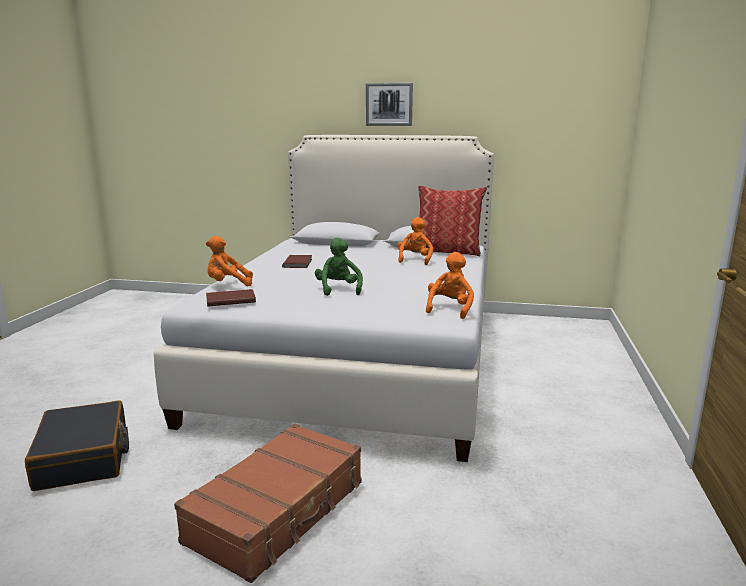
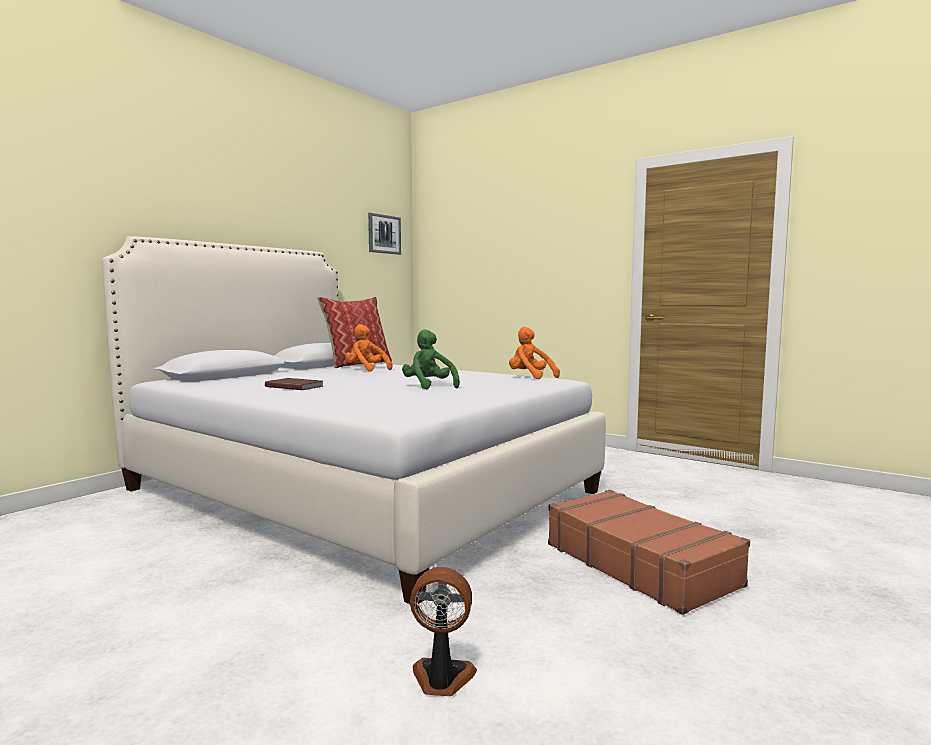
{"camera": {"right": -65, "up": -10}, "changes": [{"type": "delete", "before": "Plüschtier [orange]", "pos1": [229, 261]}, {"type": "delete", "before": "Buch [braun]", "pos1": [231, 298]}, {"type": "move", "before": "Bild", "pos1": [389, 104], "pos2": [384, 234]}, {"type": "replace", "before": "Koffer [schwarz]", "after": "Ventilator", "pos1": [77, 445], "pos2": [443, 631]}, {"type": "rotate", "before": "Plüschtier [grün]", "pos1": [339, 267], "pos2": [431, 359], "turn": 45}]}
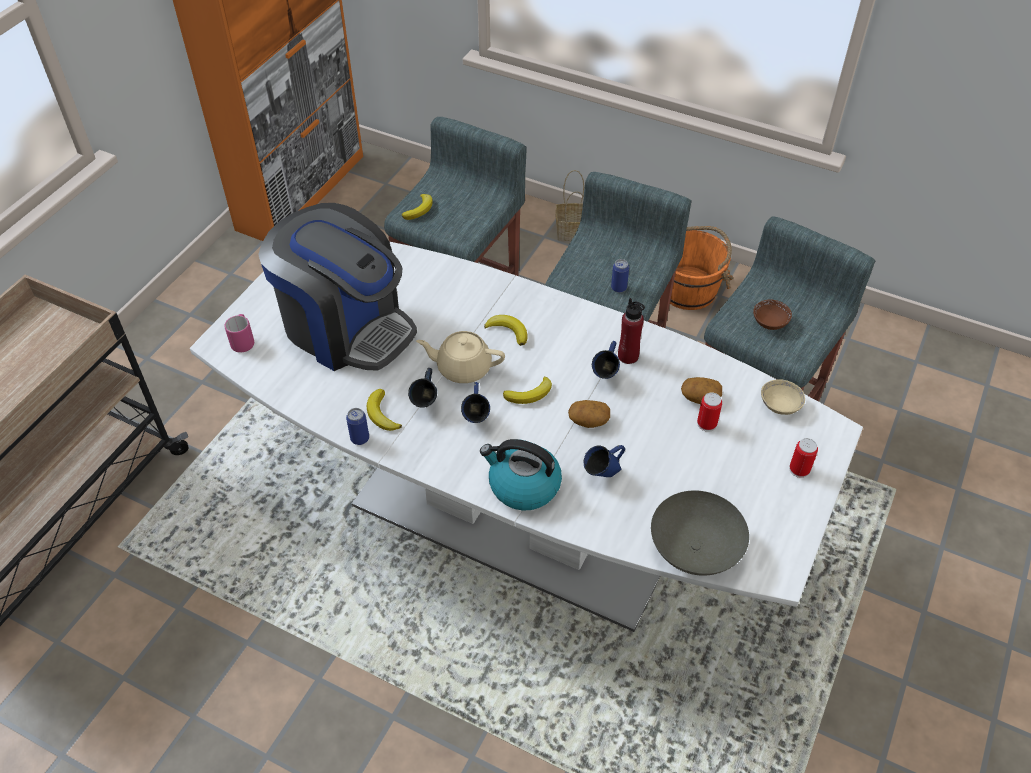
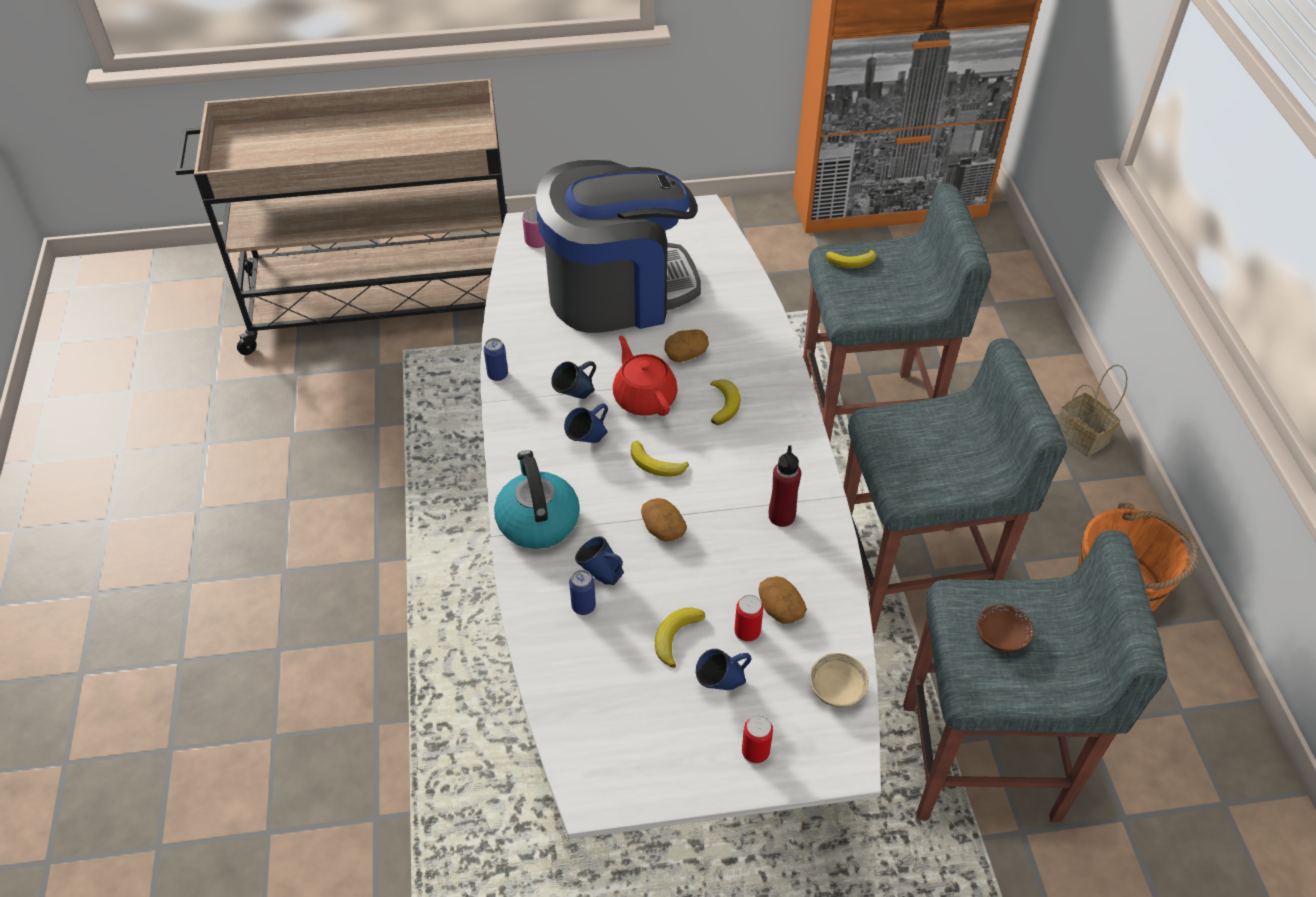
{"camera": {"right": 55, "up": 0}, "changes": [{"type": "delete", "before": "Schüssel [grau]", "pos1": [700, 533]}, {"type": "insert", "after": "Kartoffel", "pos2": [686, 345]}, {"type": "move", "before": "Banane", "pos1": [384, 410], "pos2": [680, 638]}, {"type": "move", "before": "Henkelbecher [blau]", "pos1": [606, 360], "pos2": [723, 669]}, {"type": "move", "before": "Dose", "pos1": [620, 276], "pos2": [582, 592]}, {"type": "recolor", "before": "Teekanne [beige]", "after": "Teekanne [rot]", "pos1": [460, 357], "pos2": [645, 376]}, {"type": "rotate", "before": "Kaffeemaschine", "pos1": [337, 287], "pos2": [618, 246], "turn": -105}]}
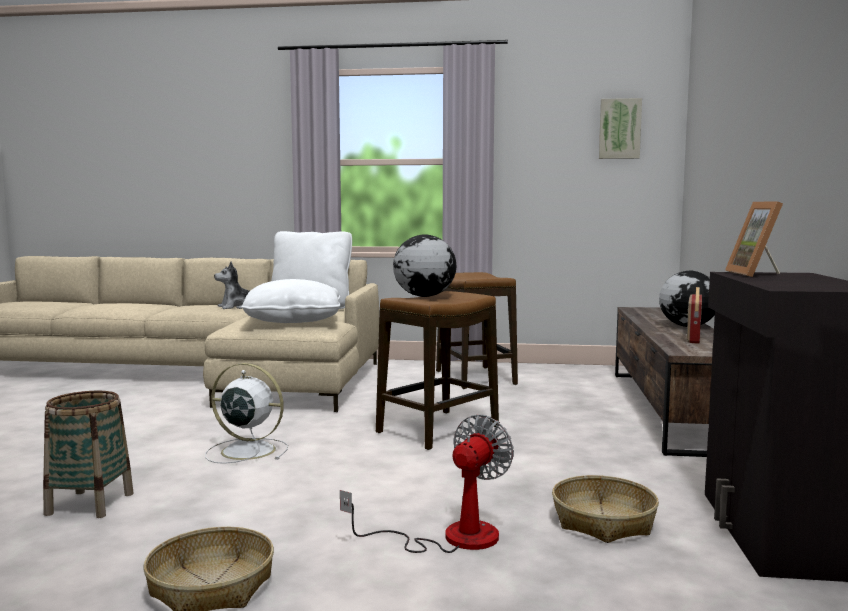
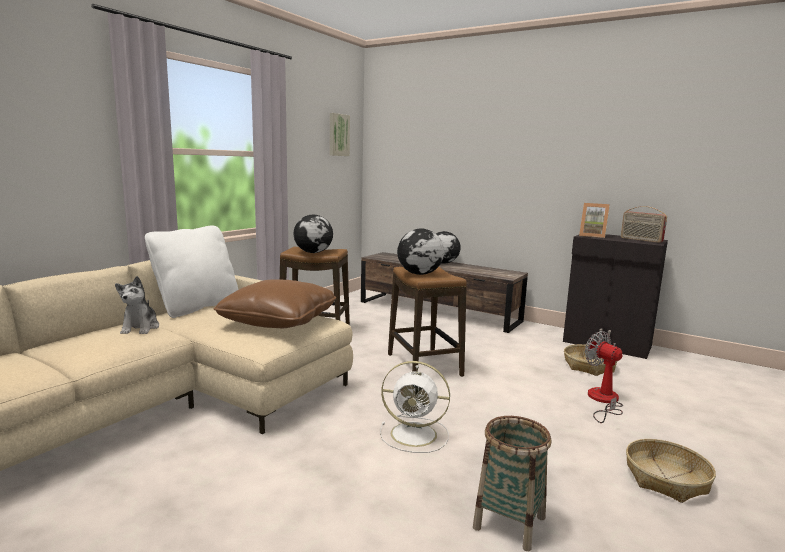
{"camera": {"right": -65, "up": 5}, "changes": [{"type": "insert", "after": "Globus", "pos2": [313, 233]}, {"type": "move", "before": "Radio", "pos1": [694, 315], "pos2": [644, 224]}, {"type": "recolor", "before": "Kissen [weiß]", "after": "Kissen [braun]", "pos1": [290, 301], "pos2": [275, 303]}, {"type": "rotate", "before": "Ventilator [weiß]", "pos1": [246, 413], "pos2": [415, 407], "turn": -120}]}
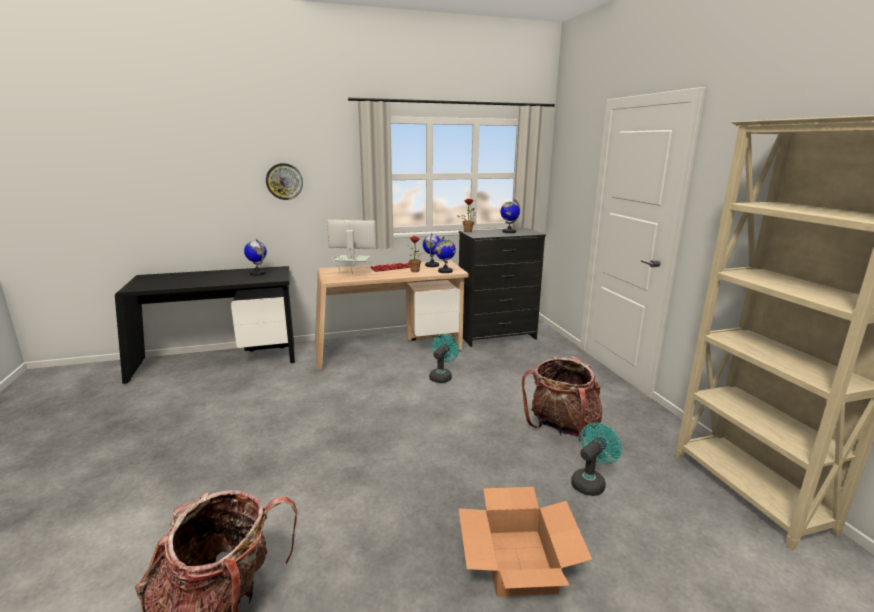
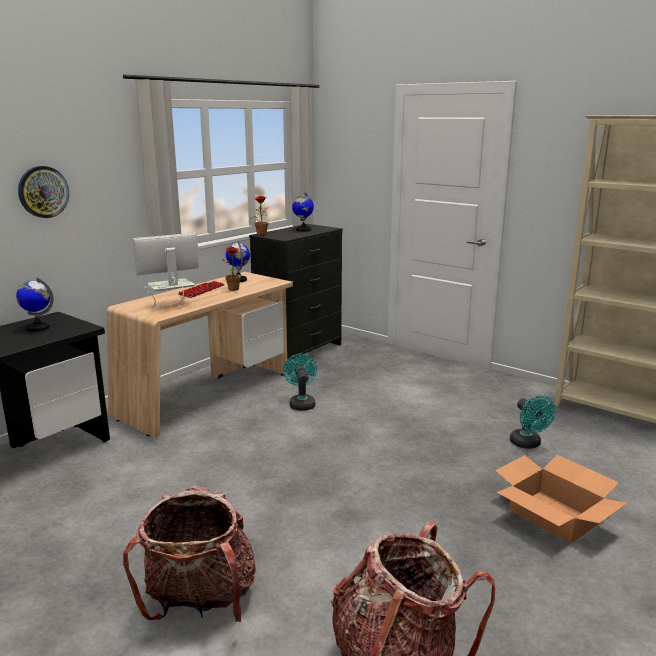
{"camera": {"right": -35, "up": 0}, "changes": [{"type": "delete", "before": "Globus", "pos1": [445, 254]}, {"type": "move", "before": "Rucksack", "pos1": [562, 399], "pos2": [189, 553]}, {"type": "rotate", "before": "Ventilator [türkis]", "pos1": [596, 459], "pos2": [533, 422], "turn": 150}]}
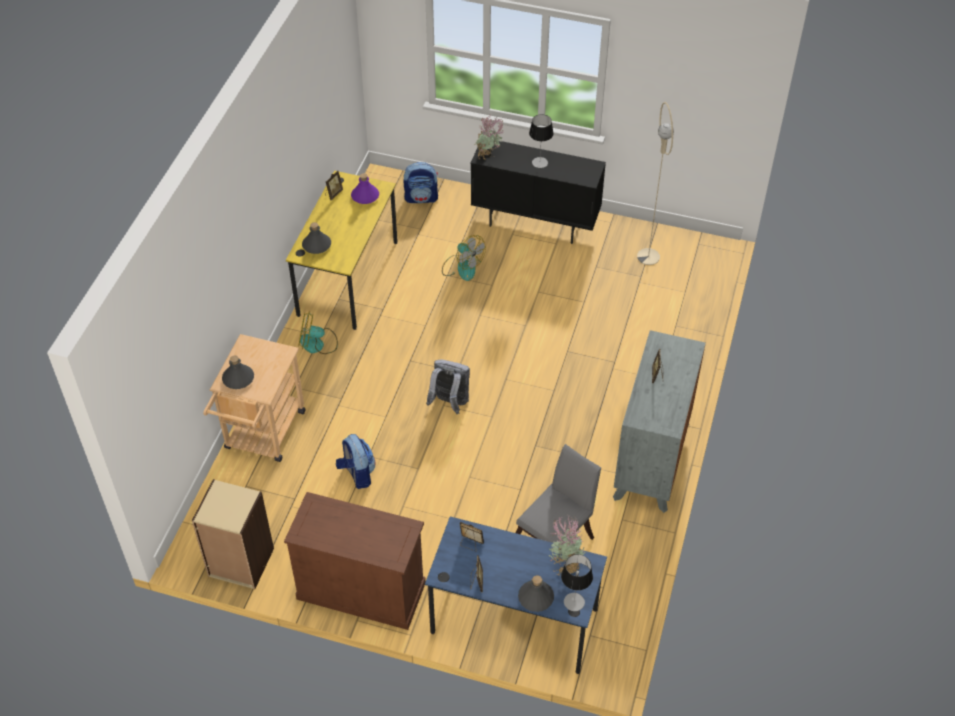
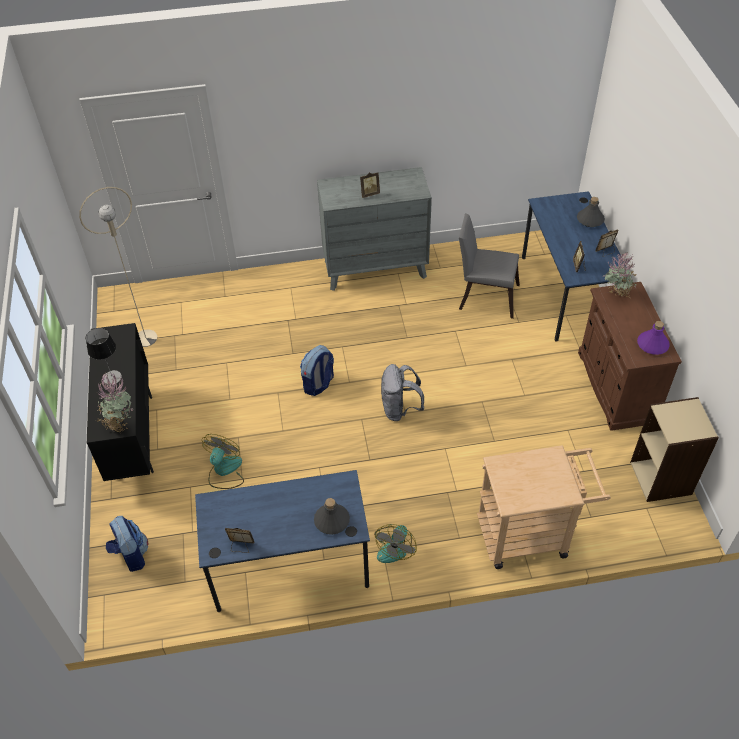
{"camera": {"right": -115, "up": 0}, "changes": [{"type": "delete", "before": "Flasche [grau]", "pos1": [238, 372]}, {"type": "delete", "before": "Tischlampe", "pos1": [577, 582]}, {"type": "move", "before": "Rucksack", "pos1": [355, 461], "pos2": [317, 370]}, {"type": "move", "before": "Flasche [lila]", "pos1": [365, 188], "pos2": [653, 338]}, {"type": "move", "before": "Topfpflanze", "pos1": [567, 545], "pos2": [620, 275]}, {"type": "recolor", "before": "Schreibtisch [gelb]", "after": "Schreibtisch [blau]", "pos1": [342, 250], "pos2": [282, 541]}, {"type": "rotate", "before": "Ventilator", "pos1": [318, 332], "pos2": [395, 543], "turn": 45}]}
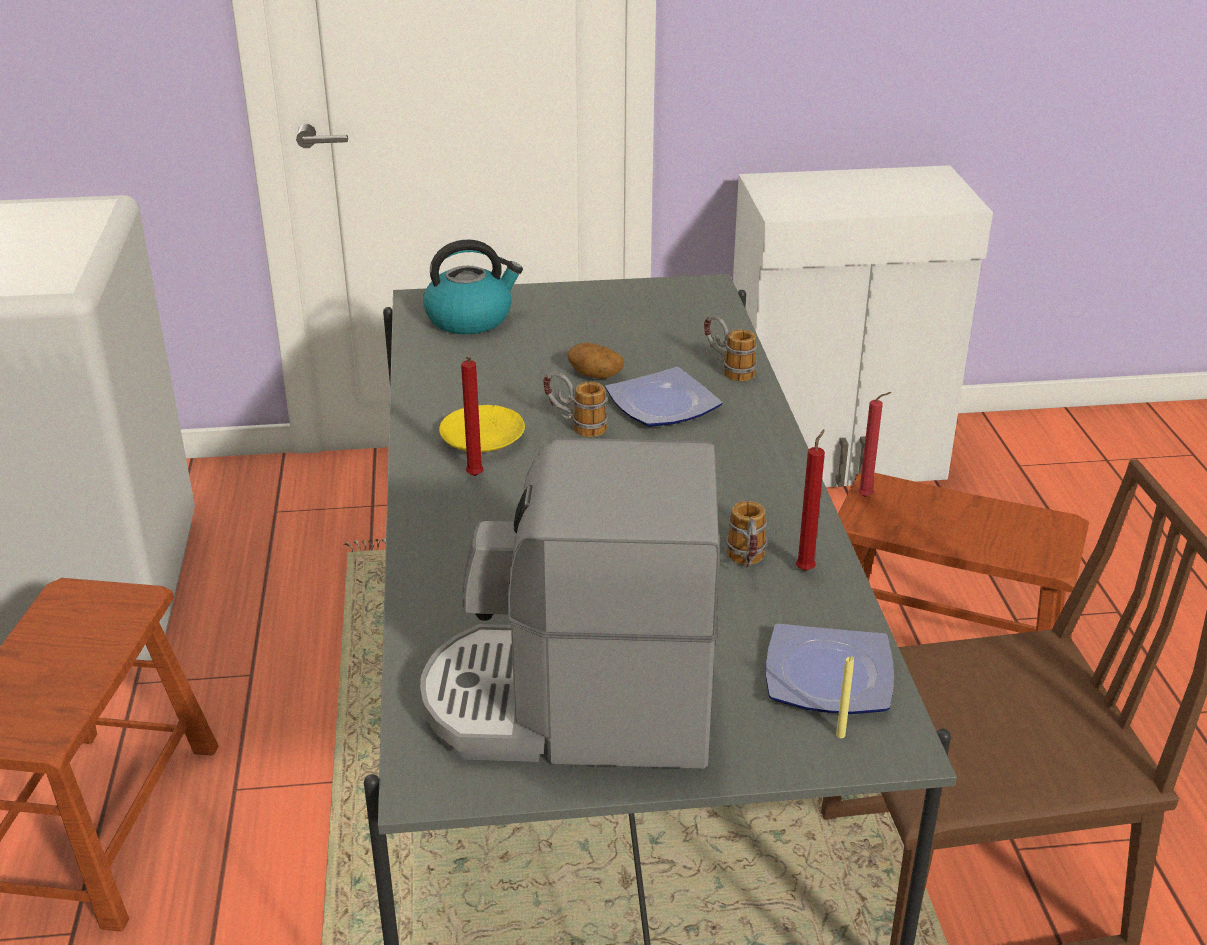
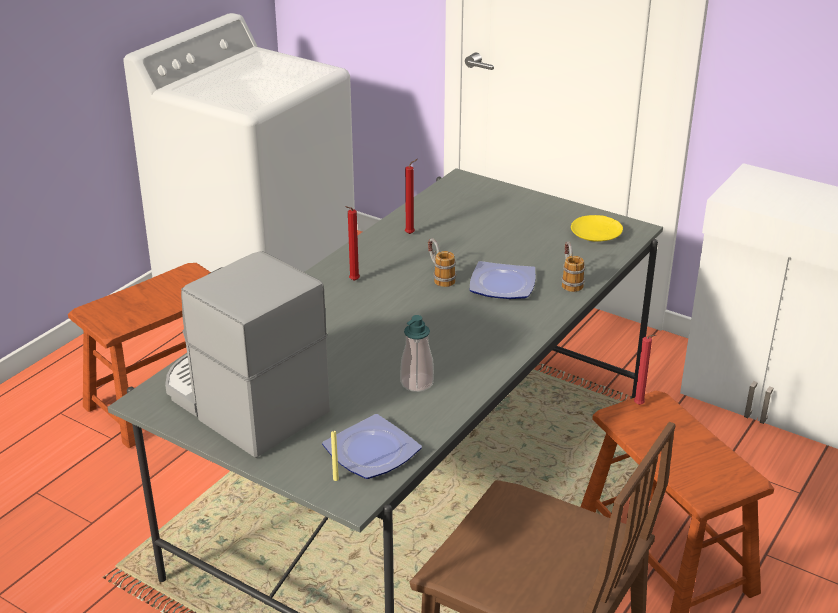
{"camera": {"right": 40, "up": 0}, "changes": [{"type": "delete", "before": "Wasserkessel", "pos1": [473, 287]}, {"type": "delete", "before": "Kartoffel", "pos1": [595, 360]}, {"type": "move", "before": "Teller [gelb]", "pos1": [482, 428], "pos2": [597, 228]}, {"type": "move", "before": "Kerze [rot]", "pos1": [810, 500], "pos2": [411, 196]}, {"type": "replace", "before": "Henkelbecher", "after": "Seifenspender", "pos1": [746, 534], "pos2": [417, 353]}]}
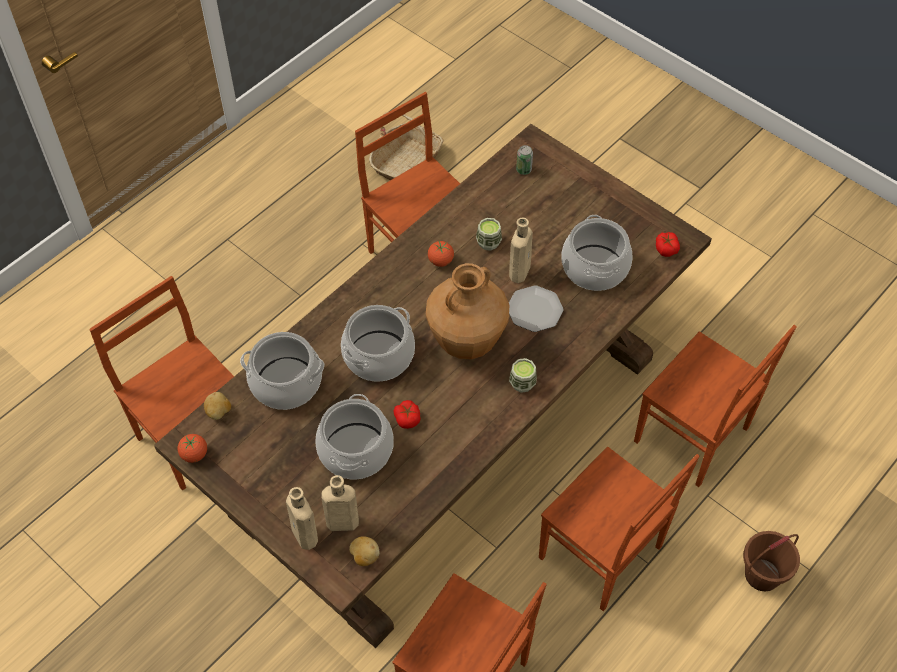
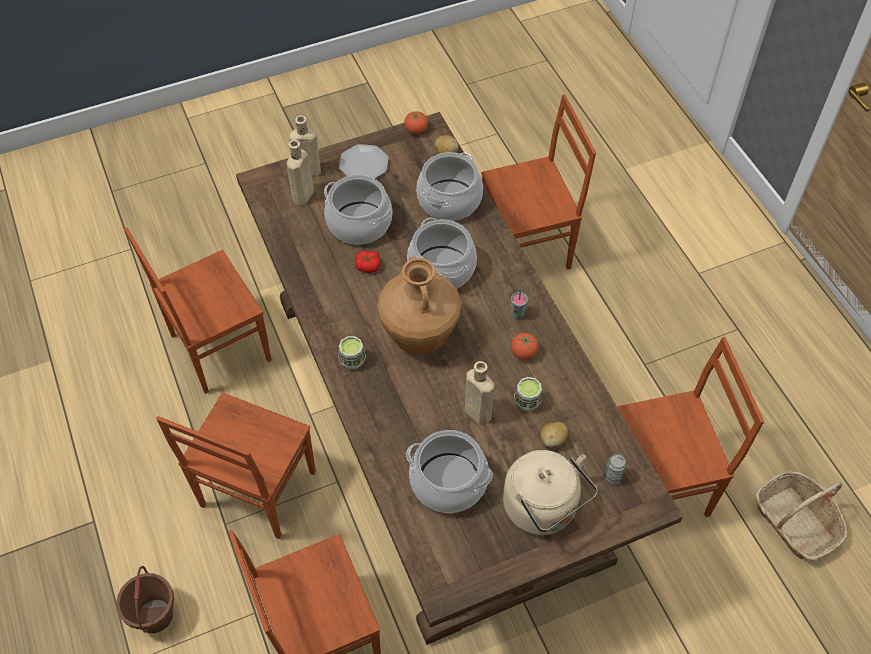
{"camera": {"right": 115, "up": 0}, "changes": [{"type": "delete", "before": "Tomate", "pos1": [668, 244]}, {"type": "insert", "after": "Wasserkessel [beige]", "pos2": [550, 492]}, {"type": "insert", "after": "Tasse", "pos2": [519, 304]}, {"type": "move", "before": "Kartoffel", "pos1": [364, 551], "pos2": [554, 434]}, {"type": "move", "before": "Teller", "pos1": [536, 308], "pos2": [364, 161]}, {"type": "rotate", "before": "Stuhl [braun]", "pos1": [619, 529], "pos2": [236, 466], "turn": -45}]}
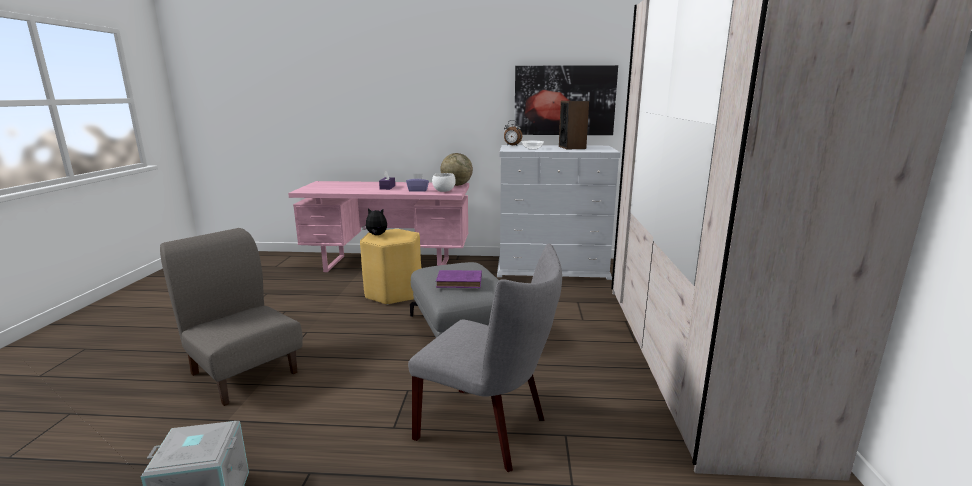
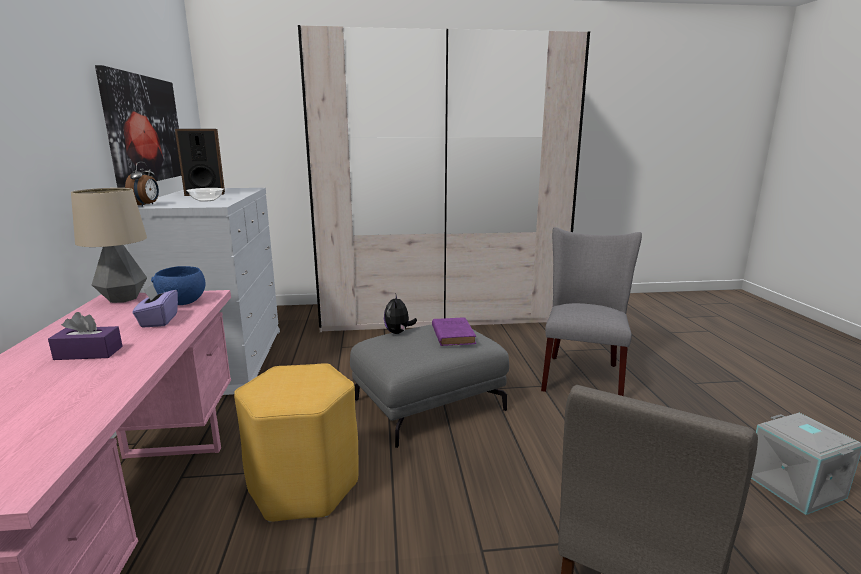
{"camera": {"right": -100, "up": 0}, "changes": [{"type": "move", "before": "Plüschtier", "pos1": [374, 221], "pos2": [400, 313]}, {"type": "replace", "before": "Globus", "after": "Tischlampe", "pos1": [456, 169], "pos2": [109, 245]}, {"type": "recolor", "before": "Schüssel [weiß]", "after": "Schüssel [blau]", "pos1": [444, 182], "pos2": [178, 285]}]}
